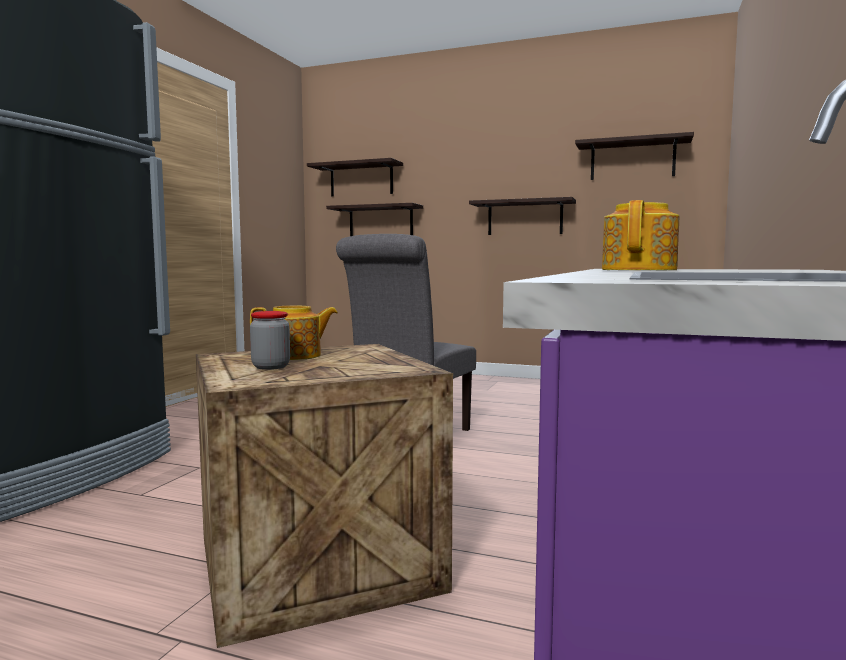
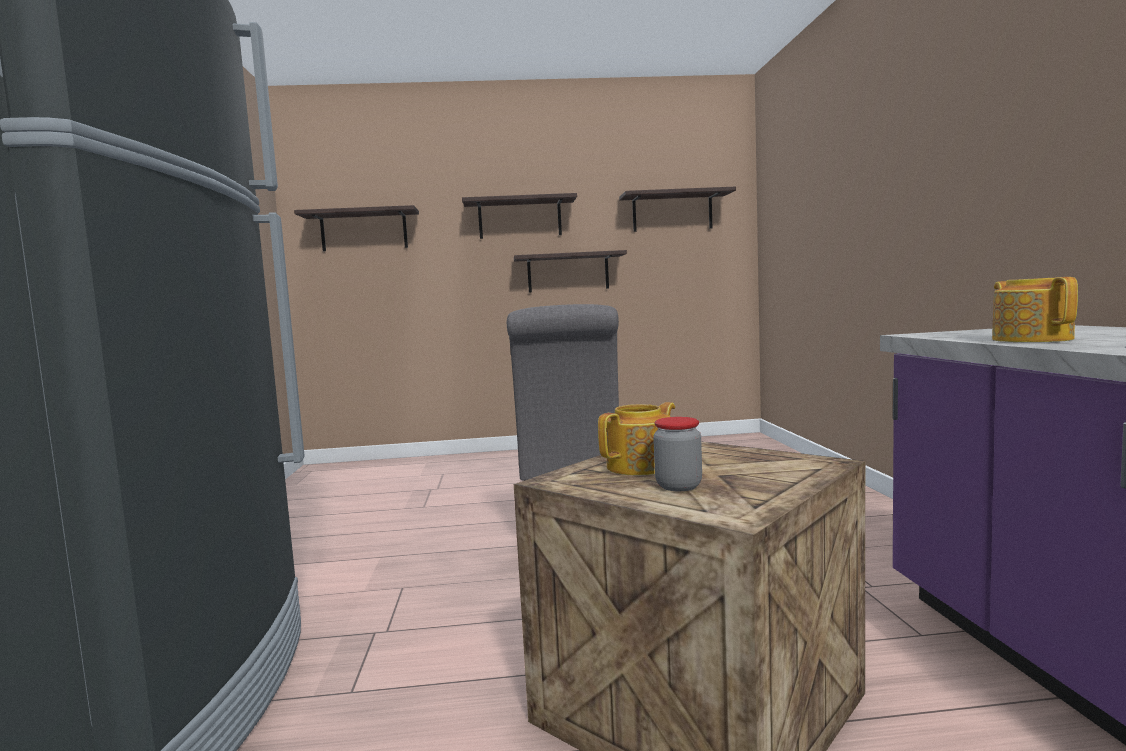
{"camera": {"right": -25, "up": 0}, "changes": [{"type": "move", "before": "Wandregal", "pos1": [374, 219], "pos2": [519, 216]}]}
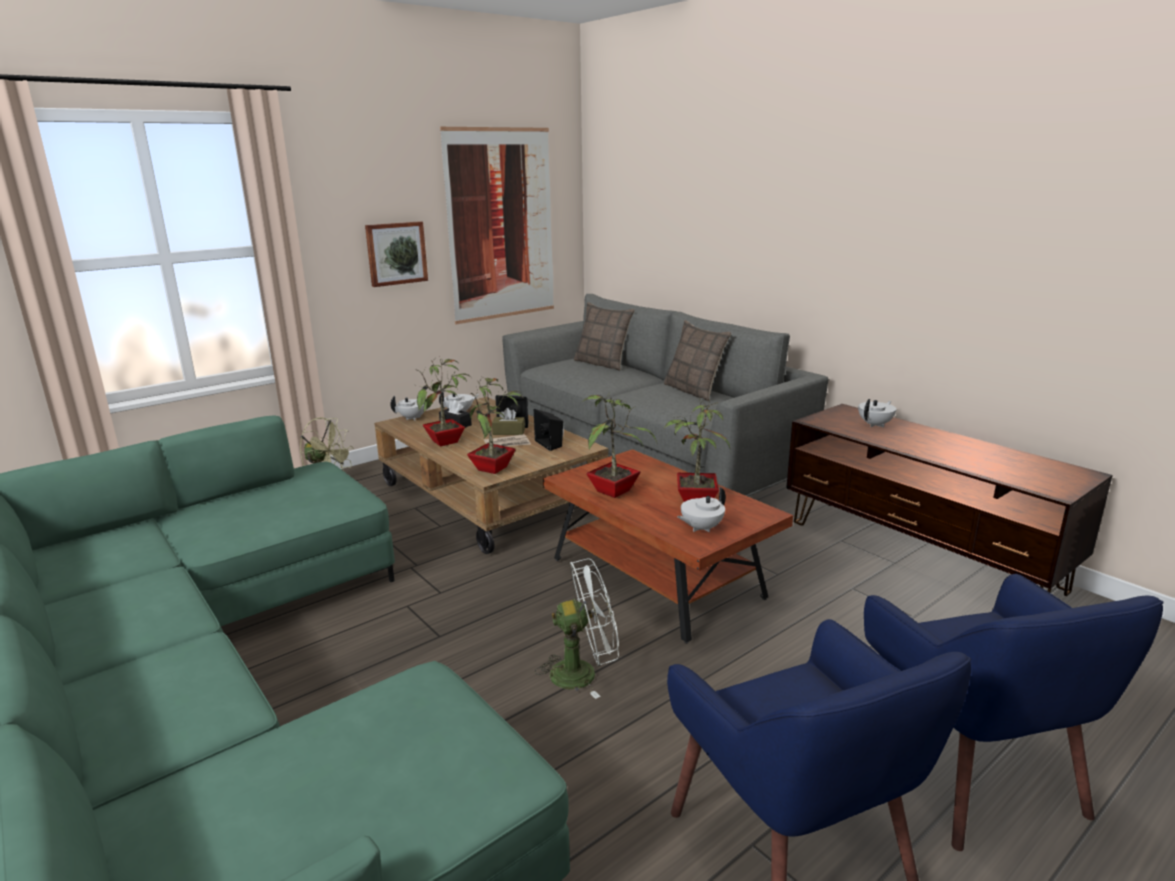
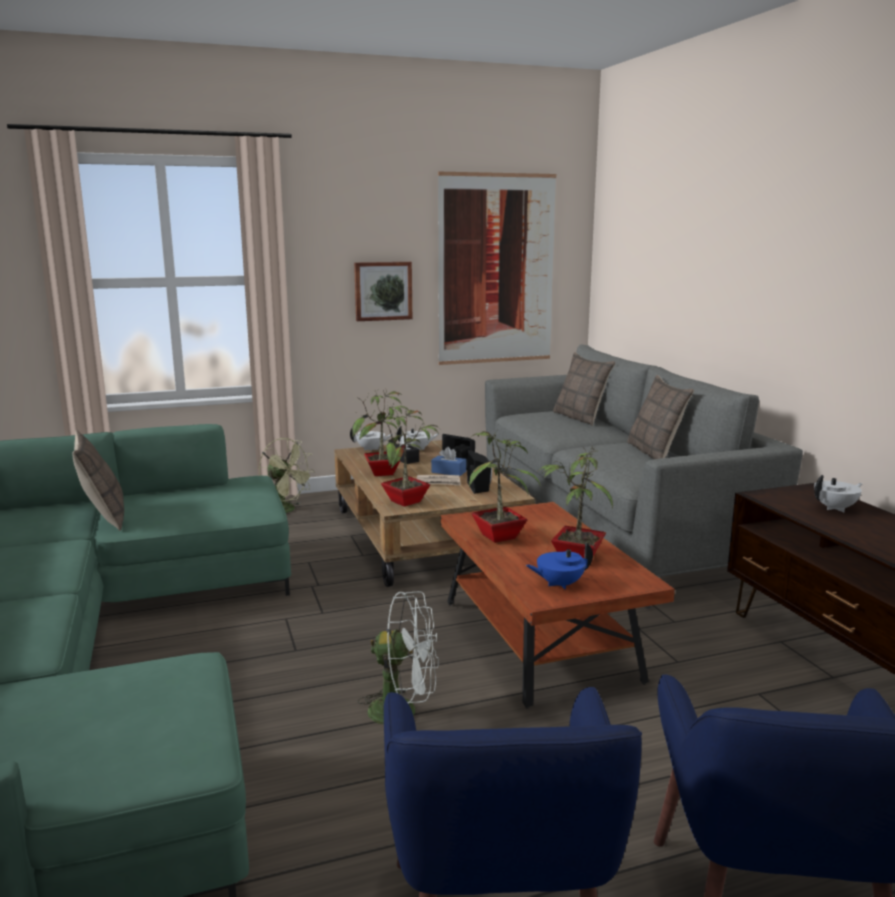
{"camera": {"right": 20, "up": -5}, "changes": [{"type": "insert", "after": "Kissen", "pos2": [98, 480]}, {"type": "recolor", "before": "Taschentuchbox [braun]", "after": "Taschentuchbox [blau]", "pos1": [508, 421], "pos2": [448, 461]}, {"type": "recolor", "before": "Teekanne [weiß]", "after": "Teekanne [blau]", "pos1": [701, 509], "pos2": [559, 565]}]}
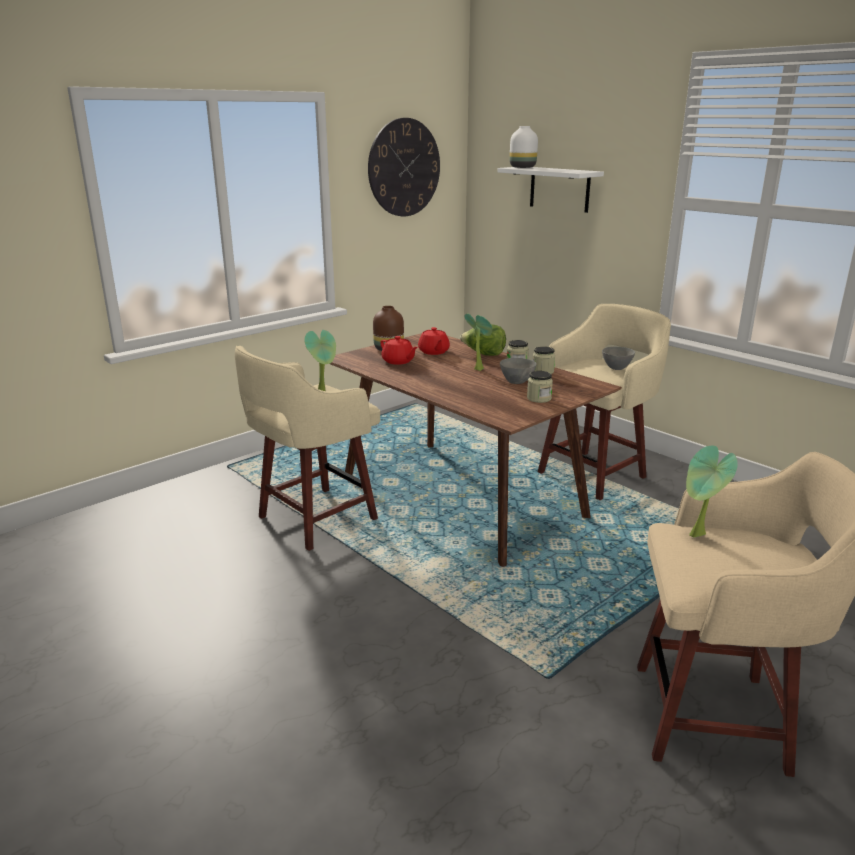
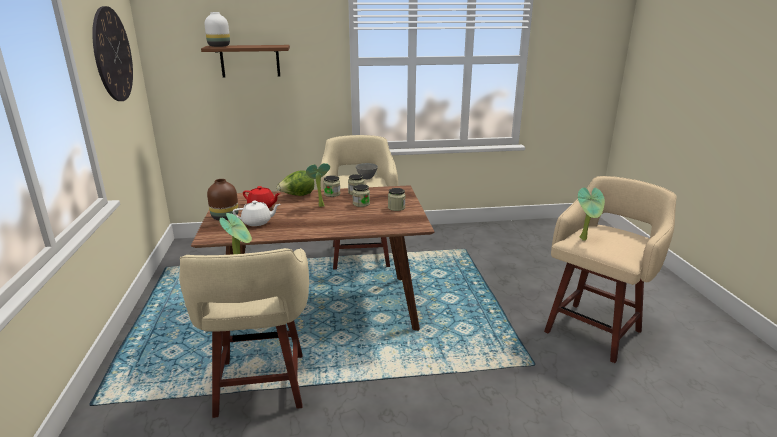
{"camera": {"right": -55, "up": 0}, "changes": [{"type": "replace", "before": "Schüssel [grau]", "after": "Vorratsglas", "pos1": [518, 371], "pos2": [361, 195]}, {"type": "recolor", "before": "Teekanne [rot]", "after": "Teekanne [weiß]", "pos1": [399, 350], "pos2": [256, 213]}, {"type": "recolor", "before": "Wandregal [weiß]", "after": "Wandregal [braun]", "pos1": [551, 190], "pos2": [245, 61]}]}
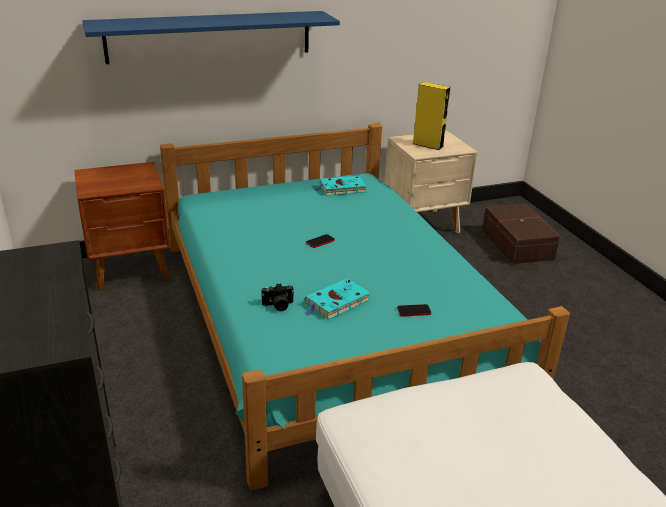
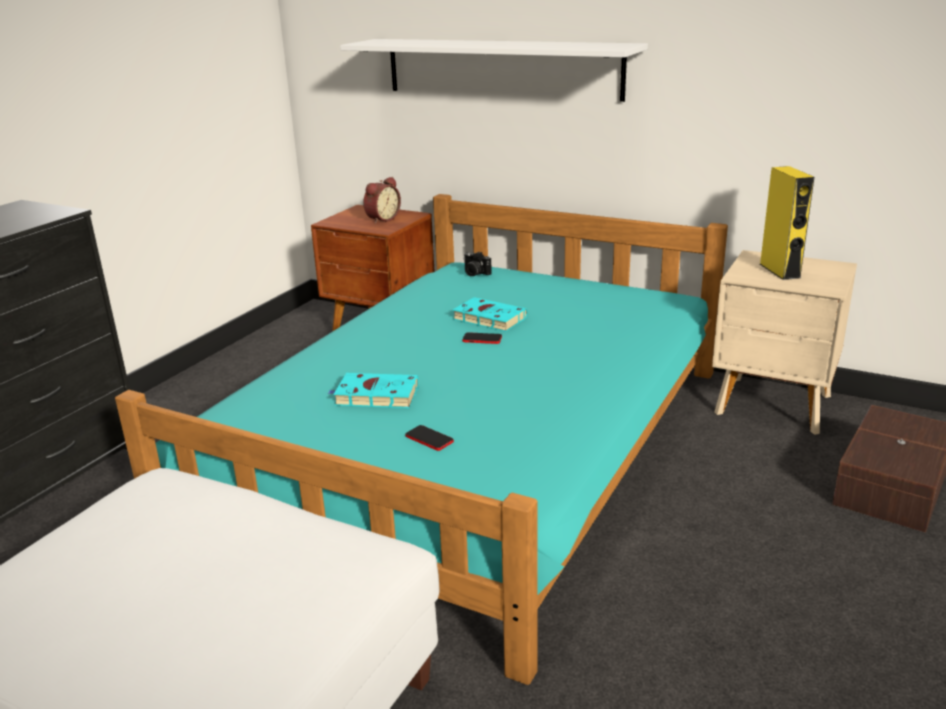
{"camera": {"right": 50, "up": -5}, "changes": [{"type": "insert", "after": "Wecker", "pos2": [382, 200]}, {"type": "move", "before": "Kamera", "pos1": [278, 297], "pos2": [477, 264]}, {"type": "move", "before": "Buch [türkis]", "pos1": [340, 186], "pos2": [490, 314]}, {"type": "recolor", "before": "Wandregal [blau]", "after": "Wandregal [weiß]", "pos1": [211, 37], "pos2": [494, 70]}]}
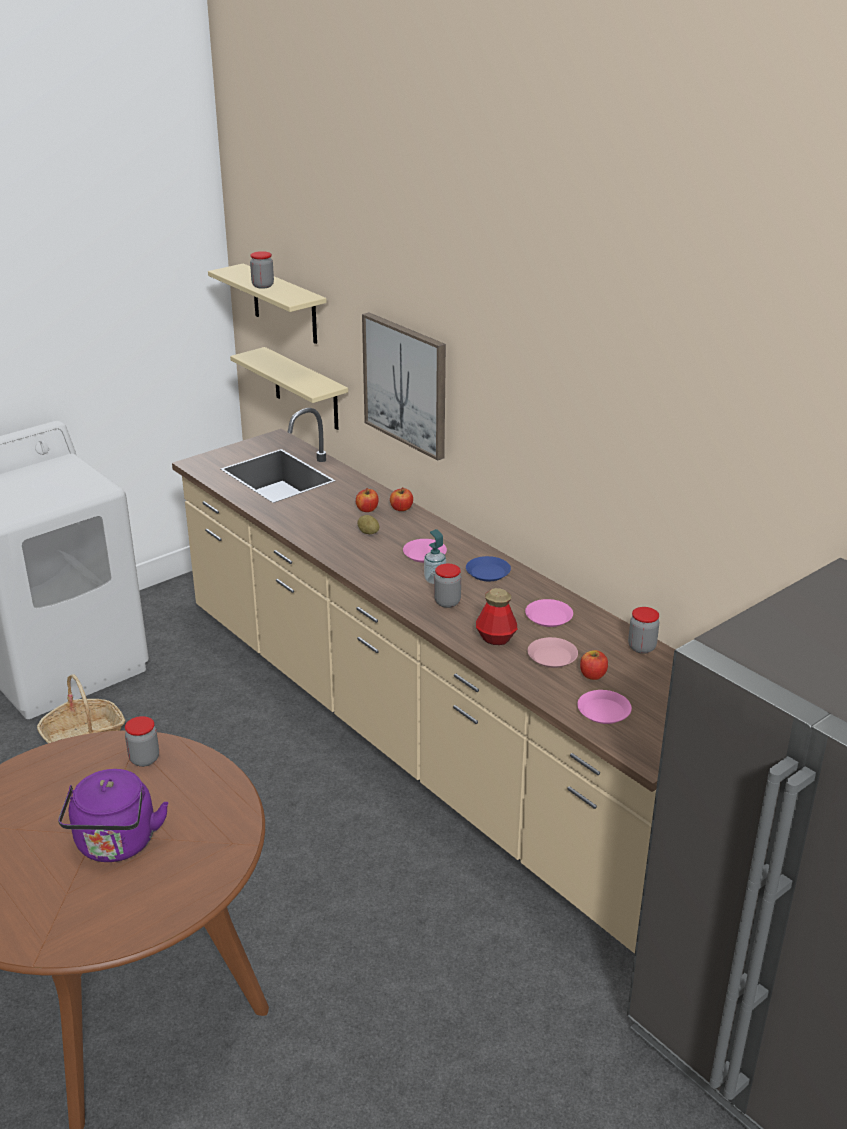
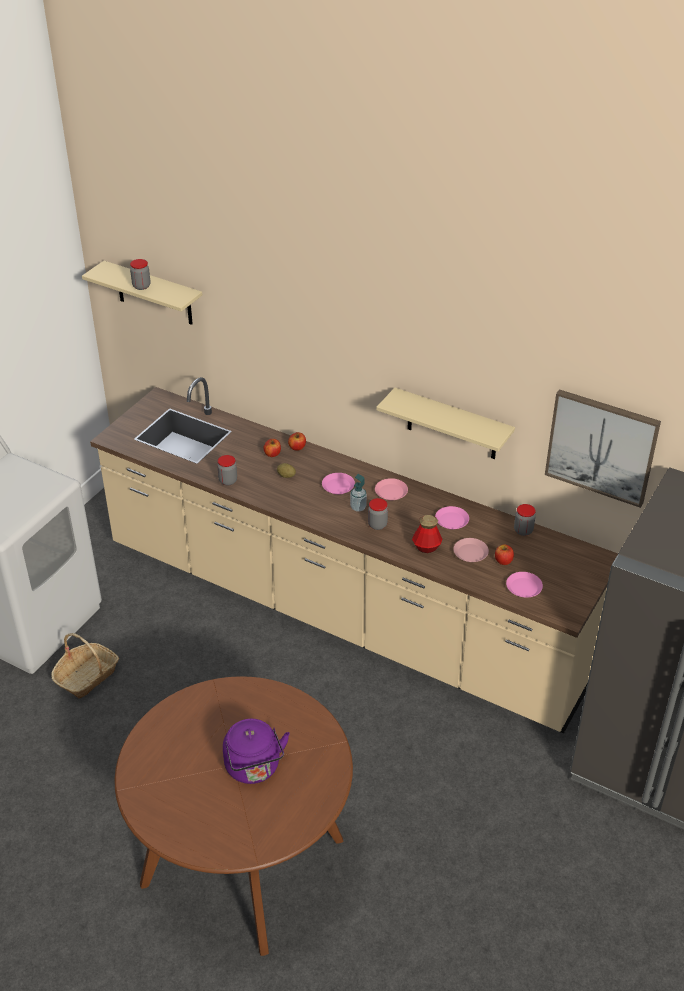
{"camera": {"right": -20, "up": 10}, "changes": [{"type": "move", "before": "Vorratsglas", "pos1": [142, 741], "pos2": [227, 470]}, {"type": "move", "before": "Wandregal [beige]", "pos1": [289, 388], "pos2": [445, 423]}, {"type": "move", "before": "Bild", "pos1": [404, 386], "pos2": [603, 448]}, {"type": "recolor", "before": "Teller [blau]", "after": "Teller [rosa]", "pos1": [488, 568], "pos2": [391, 489]}]}
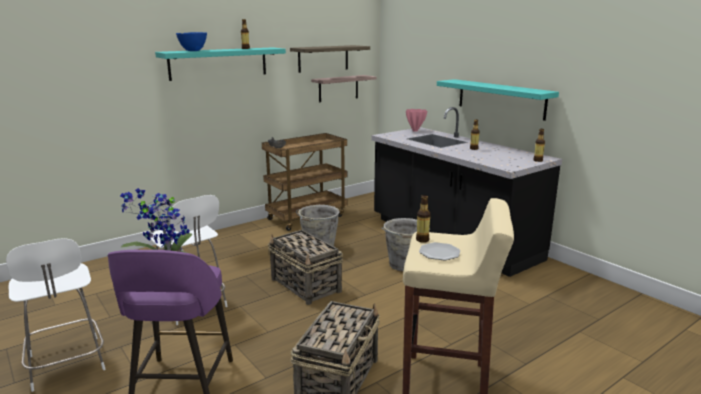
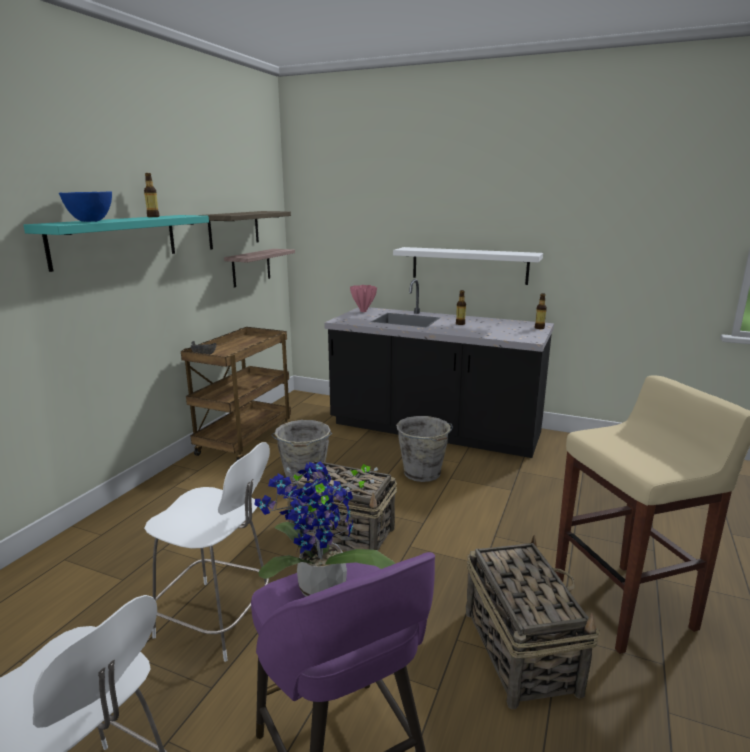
{"camera": {"right": -30, "up": 0}, "changes": [{"type": "delete", "before": "Flasche", "pos1": [423, 219]}, {"type": "delete", "before": "Teller", "pos1": [439, 251]}, {"type": "recolor", "before": "Wandregal [türkis]", "after": "Wandregal [weiß]", "pos1": [498, 100], "pos2": [468, 266]}]}
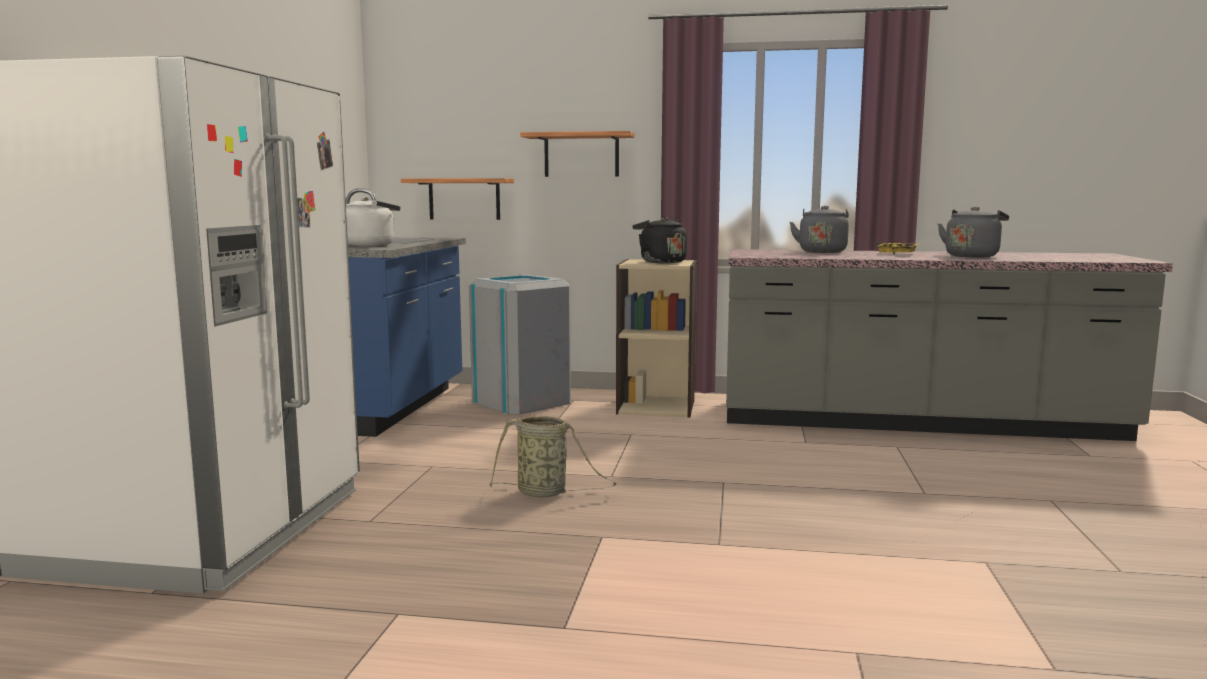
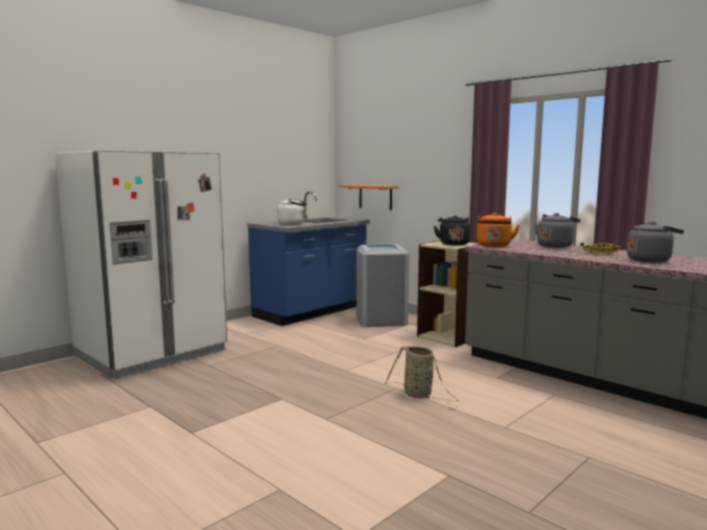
{"camera": {"right": 35, "up": 0}, "changes": [{"type": "delete", "before": "Wandregal", "pos1": [577, 154]}, {"type": "insert", "after": "Wasserkessel [orange]", "pos2": [498, 230]}, {"type": "move", "before": "Korb", "pos1": [553, 456], "pos2": [422, 374]}]}
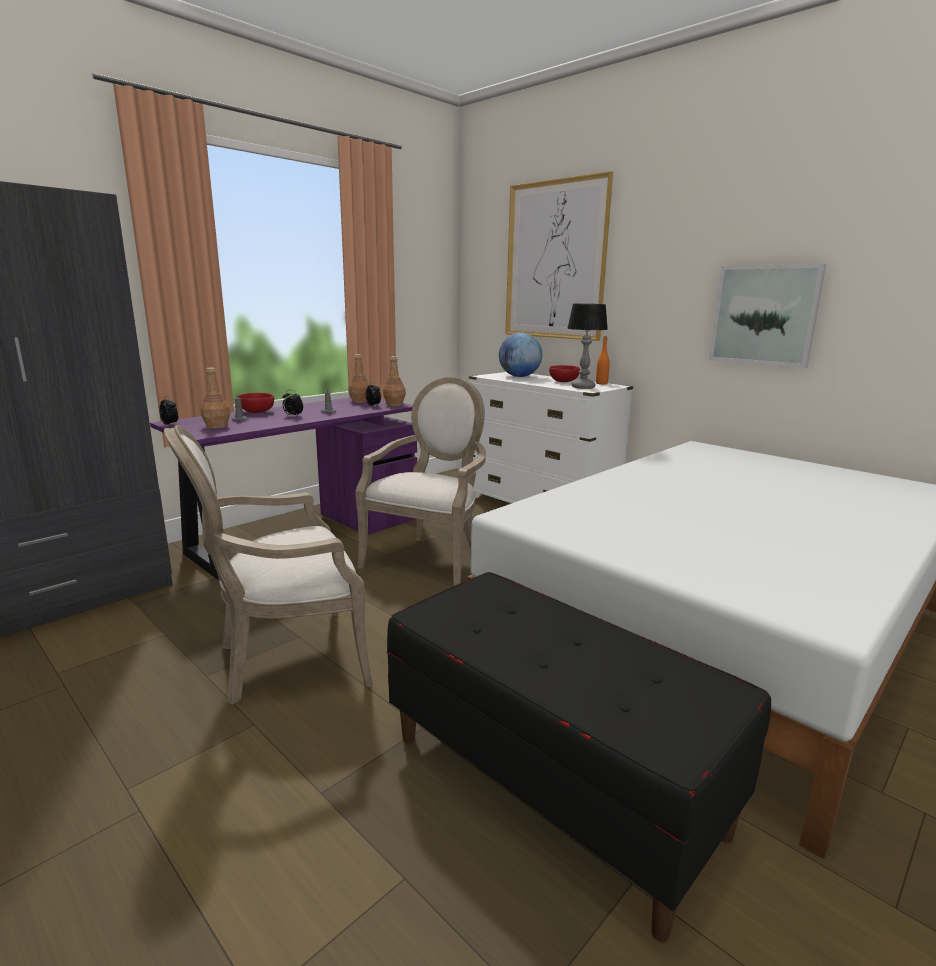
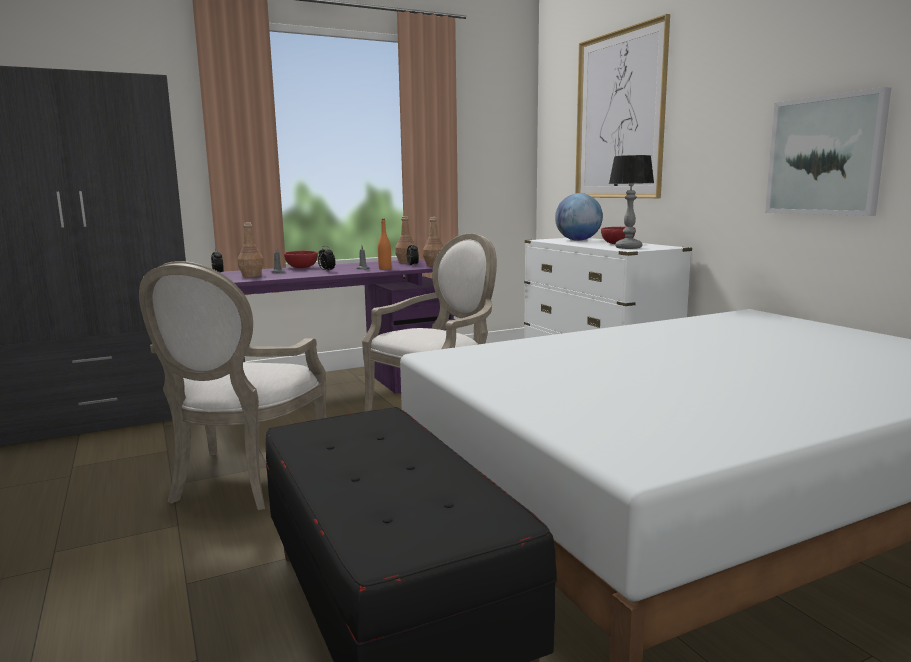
{"camera": {"right": 20, "up": -5}, "changes": [{"type": "move", "before": "Flasche [orange]", "pos1": [603, 360], "pos2": [384, 244]}, {"type": "rotate", "before": "Sessel", "pos1": [268, 565], "pos2": [233, 385], "turn": -75}]}
